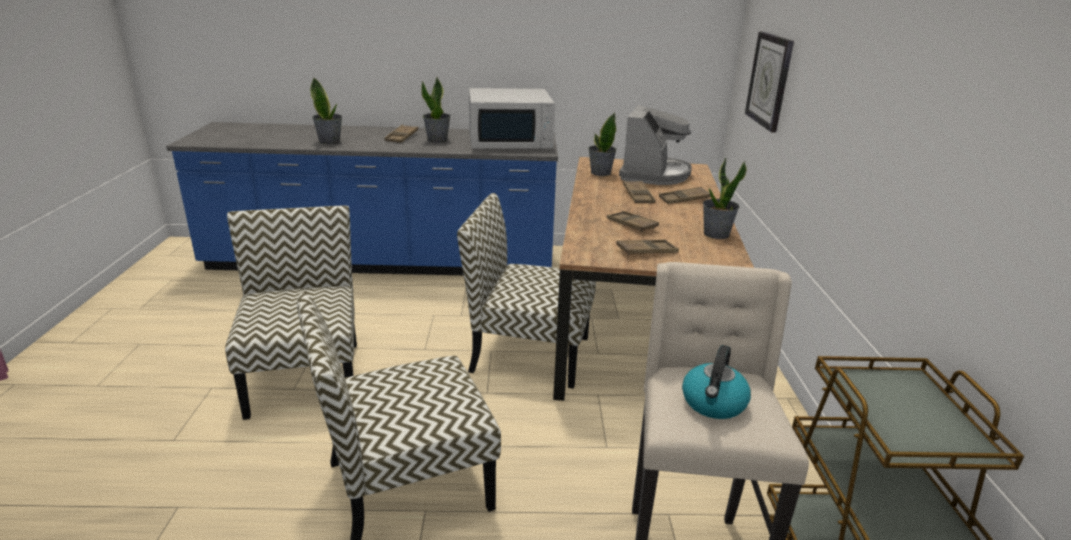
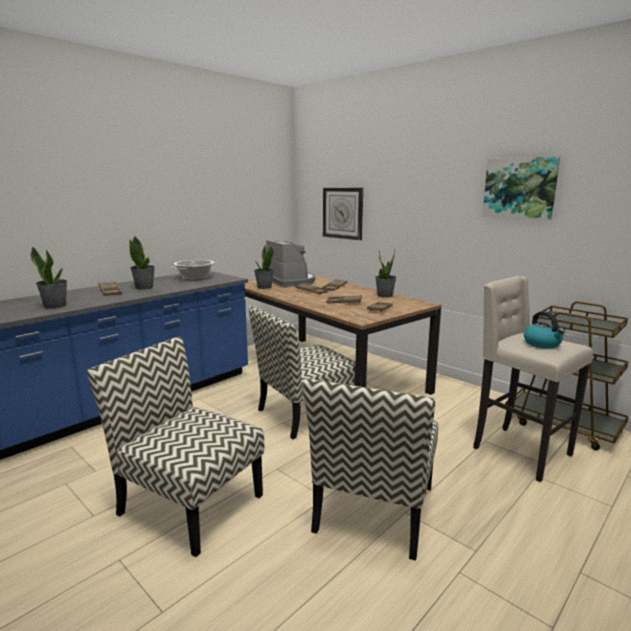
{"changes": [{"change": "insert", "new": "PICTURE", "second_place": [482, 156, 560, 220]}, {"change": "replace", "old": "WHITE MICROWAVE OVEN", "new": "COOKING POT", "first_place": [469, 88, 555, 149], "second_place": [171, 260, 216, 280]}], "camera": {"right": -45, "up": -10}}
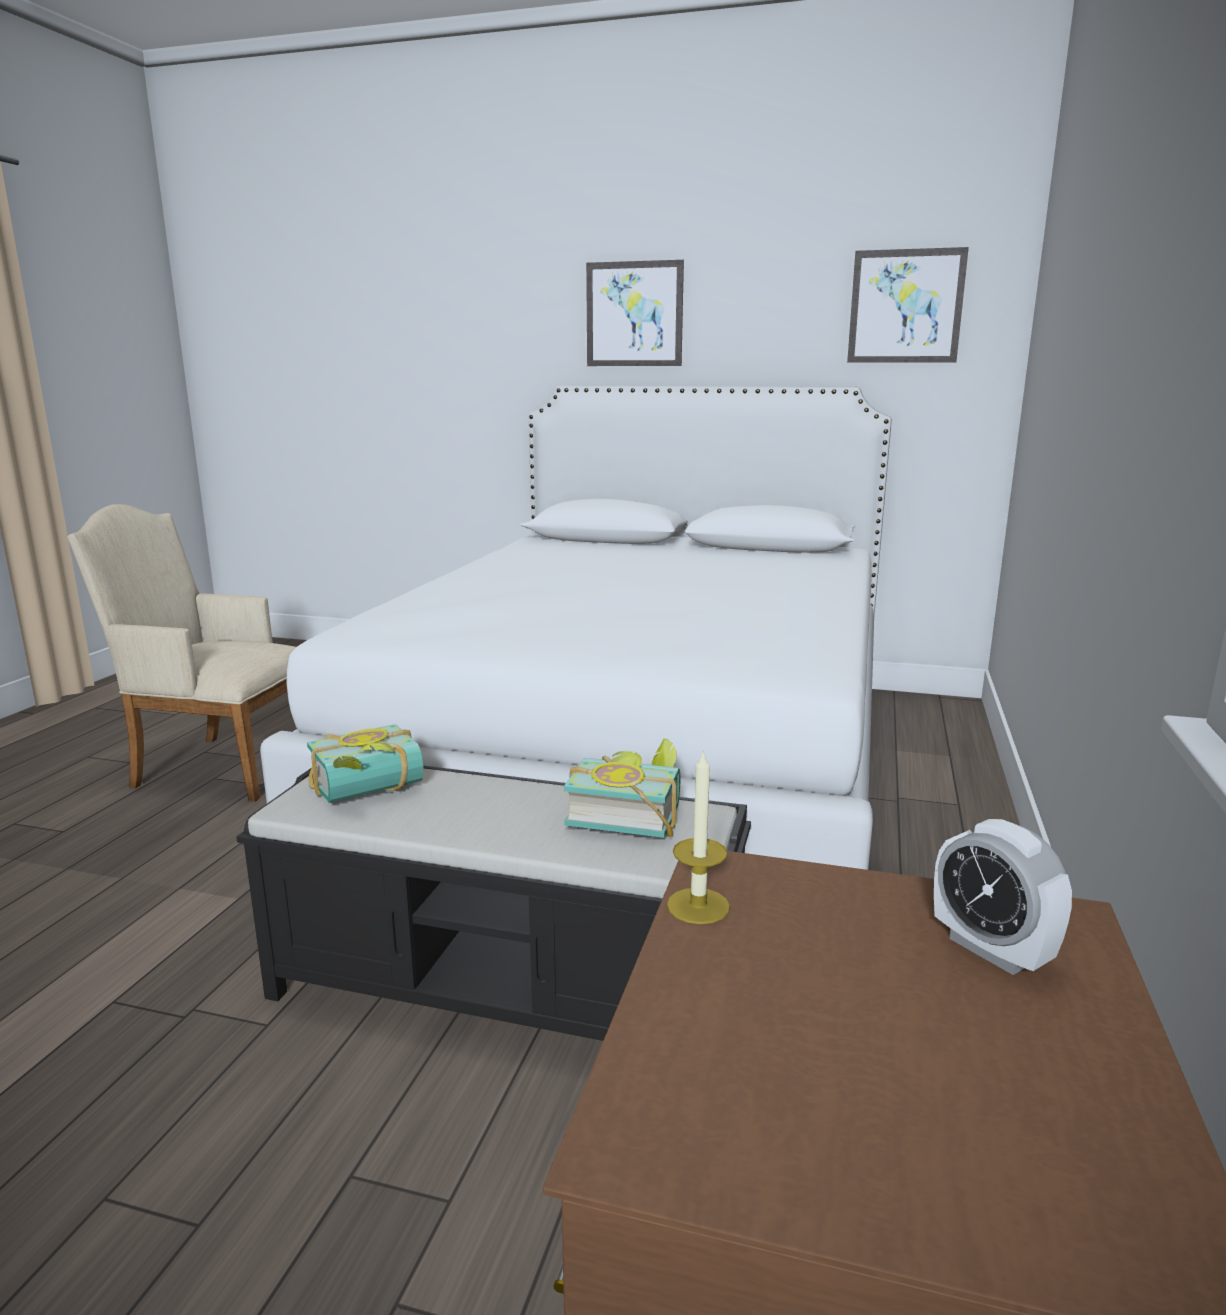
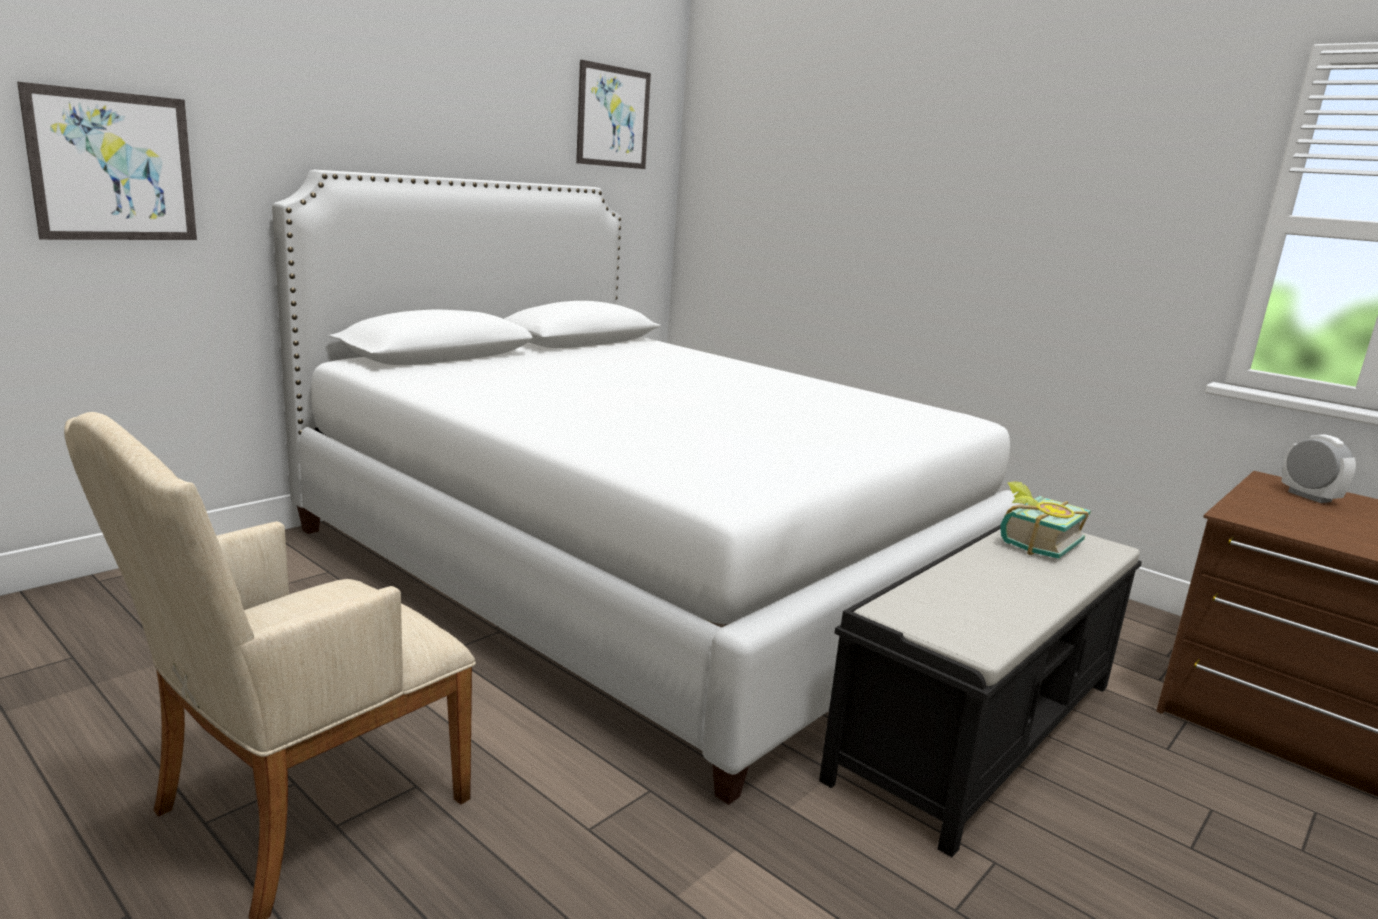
{"changes": [{"change": "delete", "old": "BOUND BOOK", "first_place": [307, 724, 423, 803]}, {"change": "delete", "old": "WAX CANDLE", "first_place": [667, 750, 730, 924]}, {"change": "move", "old": "PICTURE", "first_place": [586, 260, 684, 366], "second_place": [17, 82, 197, 240]}, {"change": "rotate", "old": "ALARM CLOCK", "first_place": [934, 819, 1072, 975], "second_place": [1281, 434, 1356, 503], "degrees": -105}], "camera": {"right": -65, "up": 0}}
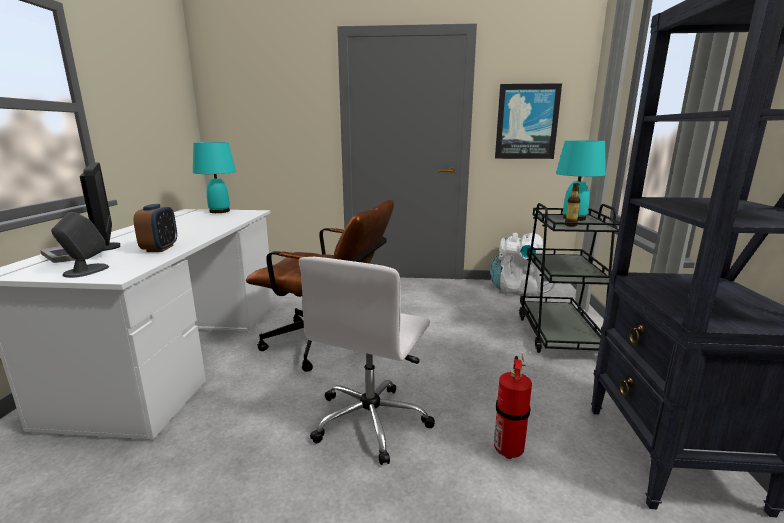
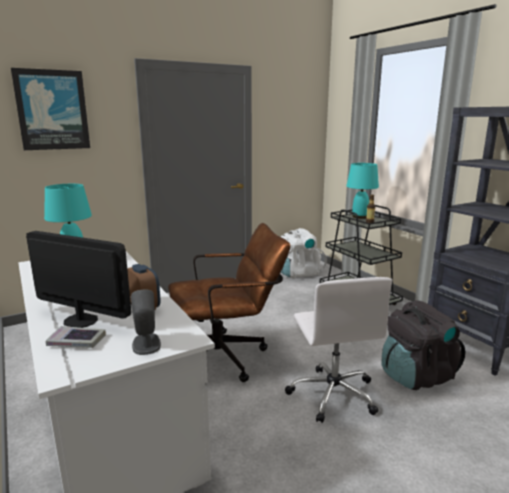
{"changes": [{"change": "move", "old": "PICTURE", "first_place": [495, 83, 562, 159], "second_place": [11, 68, 90, 150]}, {"change": "replace", "old": "EXTINGUISHER", "new": "BLACKISH RUCKSACK", "first_place": [494, 354, 532, 459], "second_place": [382, 300, 465, 390]}], "camera": {"right": -35, "up": 0}}
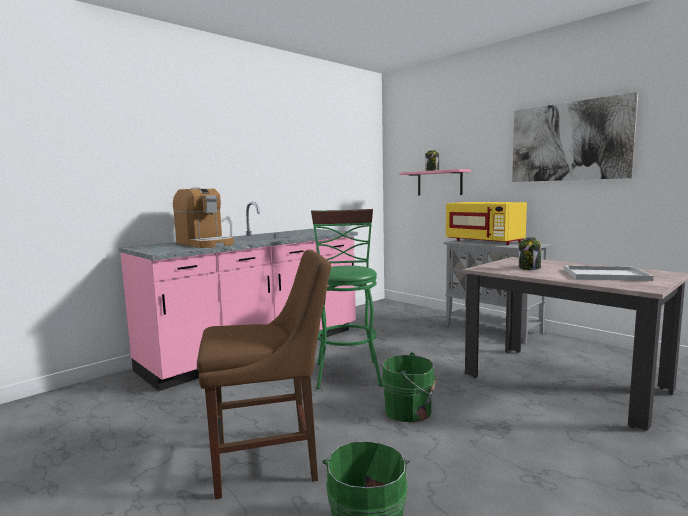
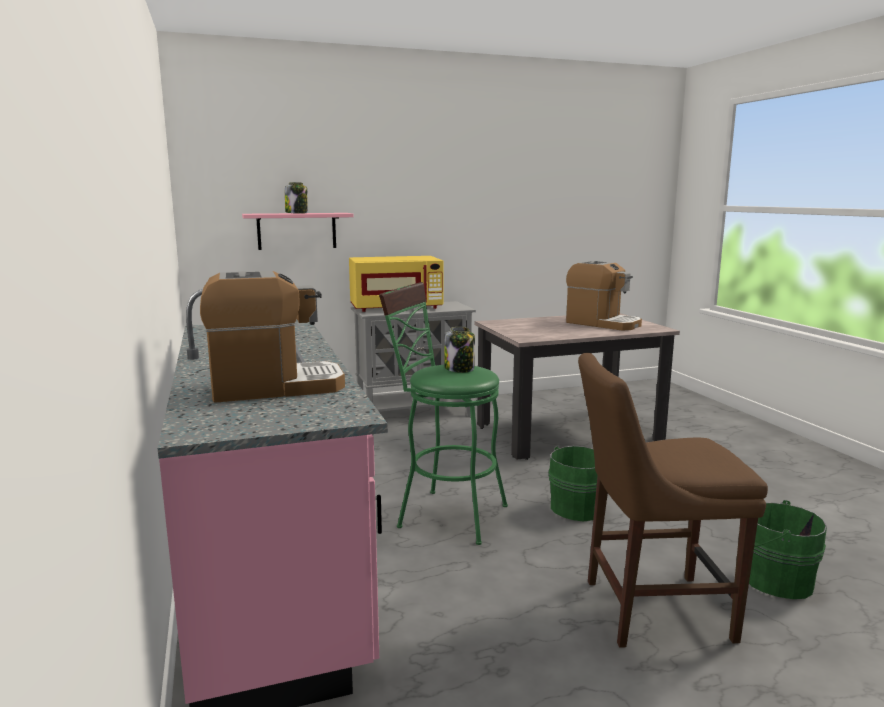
{"changes": [{"change": "delete", "old": "PICTURE", "first_place": [512, 92, 638, 182]}, {"change": "move", "old": "PRESERVE JAR", "first_place": [519, 237, 541, 270], "second_place": [444, 327, 475, 373]}, {"change": "replace", "old": "WHITE TRAY", "new": "COFFEE BREWER", "first_place": [564, 266, 653, 281], "second_place": [566, 261, 642, 331]}, {"change": "rotate", "old": "BROWN-COLOURED PLAIN CHAIR", "first_place": [197, 250, 331, 499], "second_place": [578, 353, 768, 648], "degrees": -105}], "camera": {"right": -65, "up": 5}}
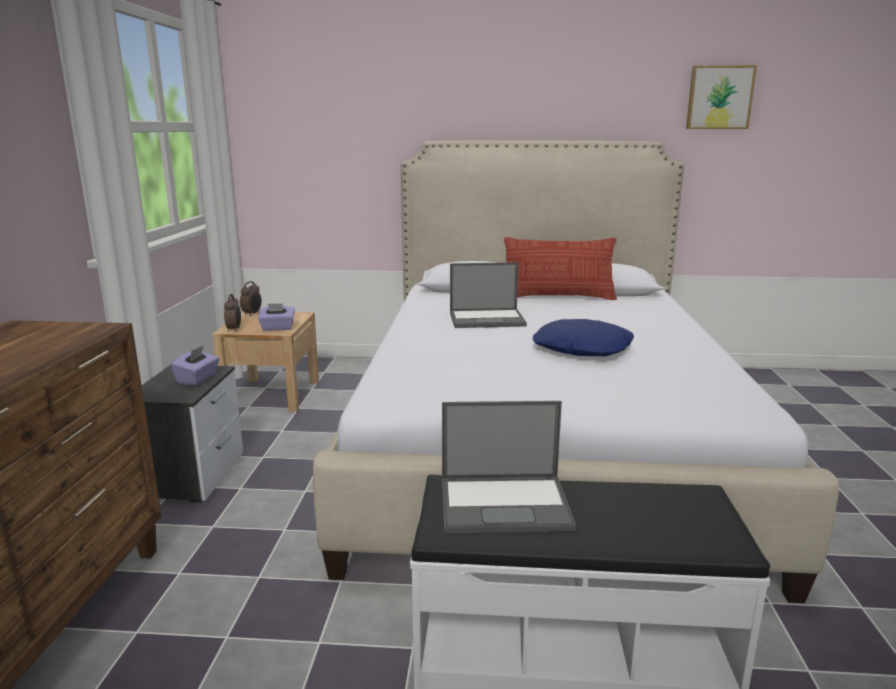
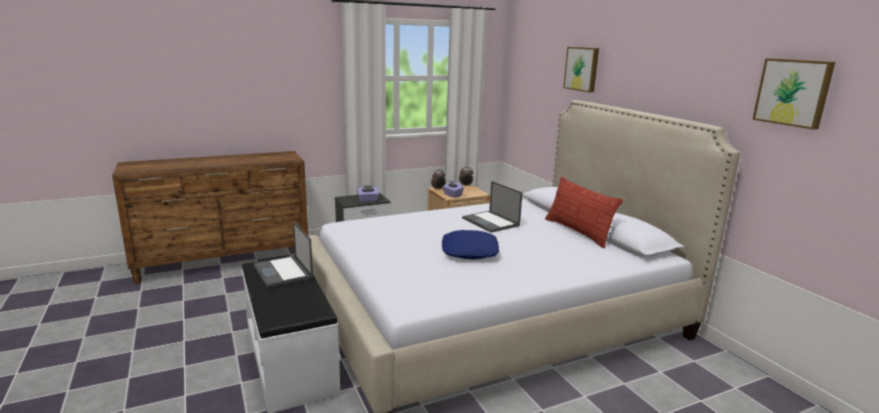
{"changes": [{"change": "insert", "new": "PICTURE", "second_place": [563, 47, 599, 92]}], "camera": {"right": 60, "up": 0}}
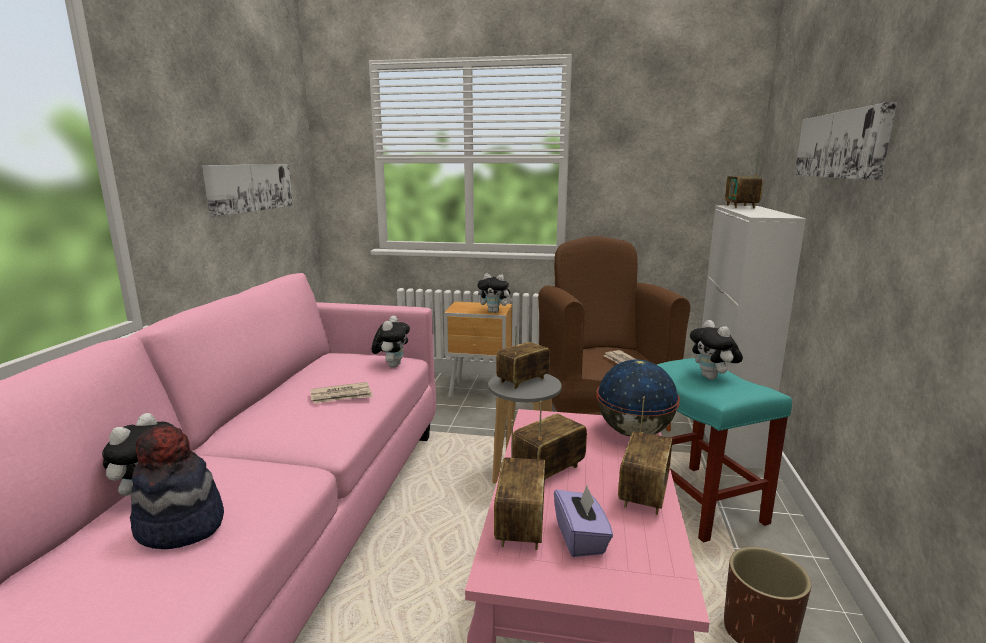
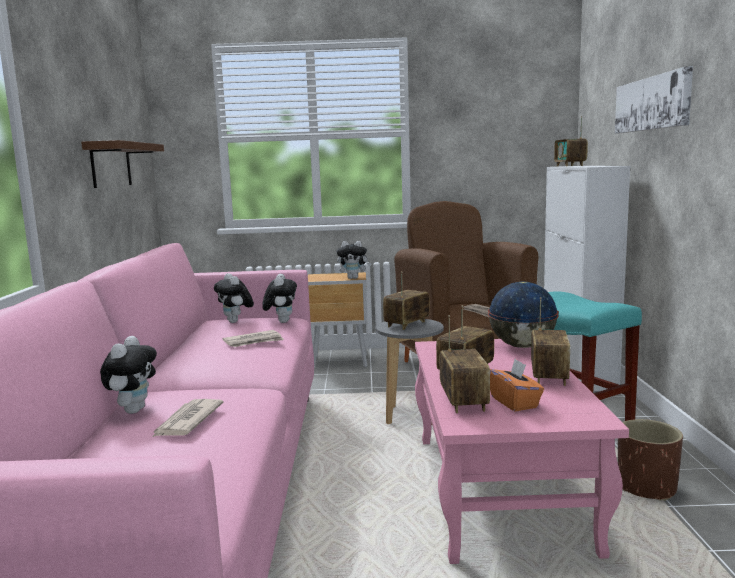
{"changes": [{"change": "move", "old": "CUDDLY TOY", "first_place": [690, 320, 743, 380], "second_place": [214, 273, 254, 323]}, {"change": "replace", "old": "CLOTHING HAT", "new": "DAILY PAPER", "first_place": [130, 424, 224, 549], "second_place": [151, 399, 223, 438]}, {"change": "replace", "old": "PICTURE", "new": "BROWN-COLOURED SHELF", "first_place": [202, 165, 293, 217], "second_place": [81, 140, 164, 188]}, {"change": "recolor", "old": "PURPLE TISSUE HOLDER", "new": "ORANGEY TISSUE HOLDER", "first_place": [554, 485, 613, 557], "second_place": [490, 359, 544, 411]}], "camera": {"right": -10, "up": -5}}
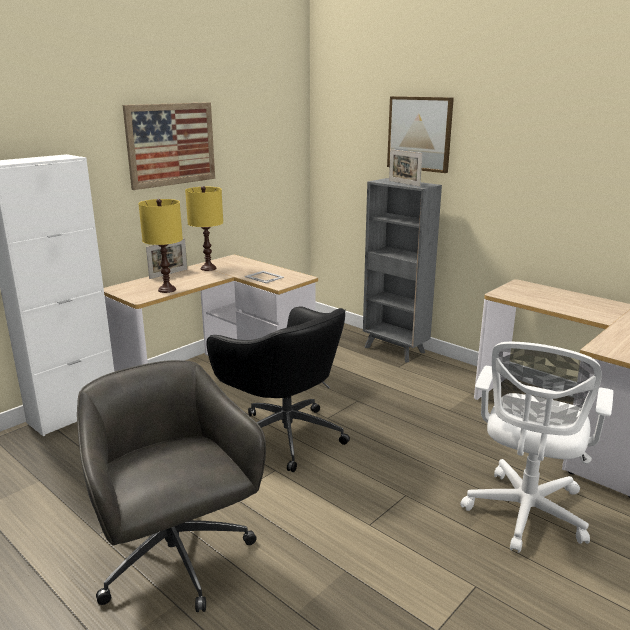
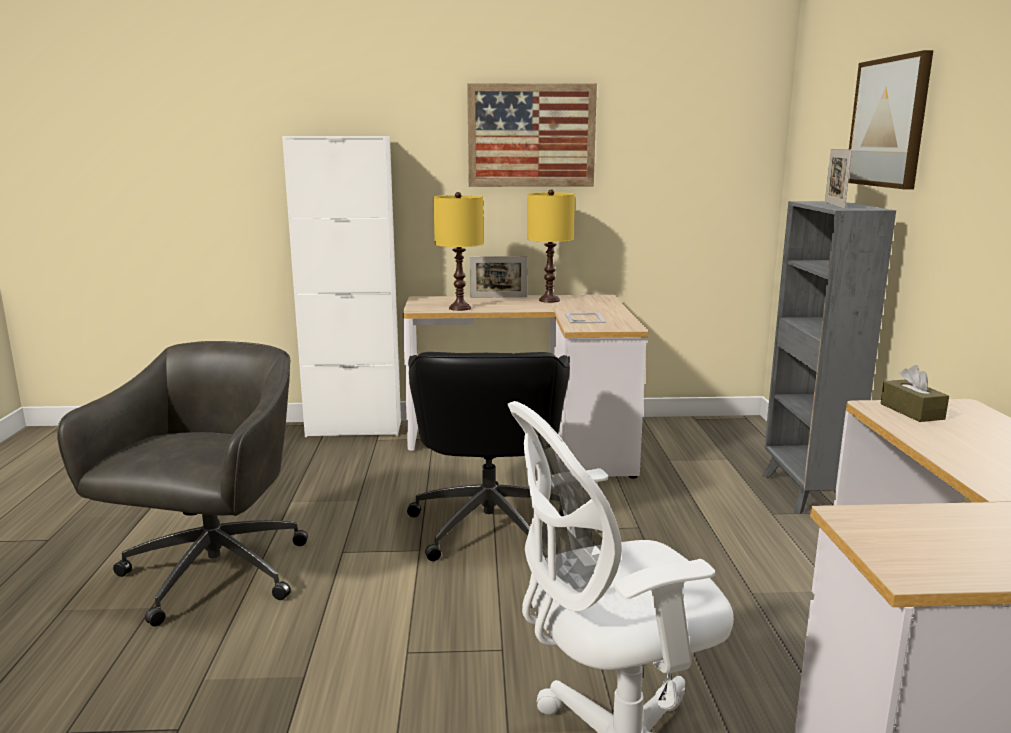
{"changes": [{"change": "insert", "new": "BROWN-COLOURED TISSUE HOLDER", "second_place": [881, 365, 949, 422]}], "camera": {"right": 45, "up": -5}}
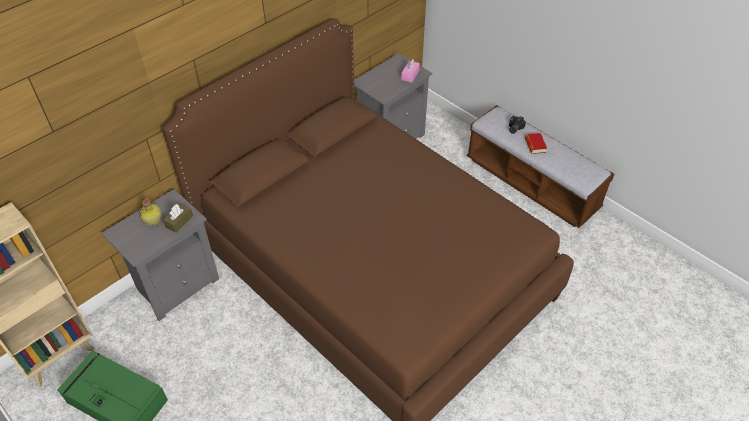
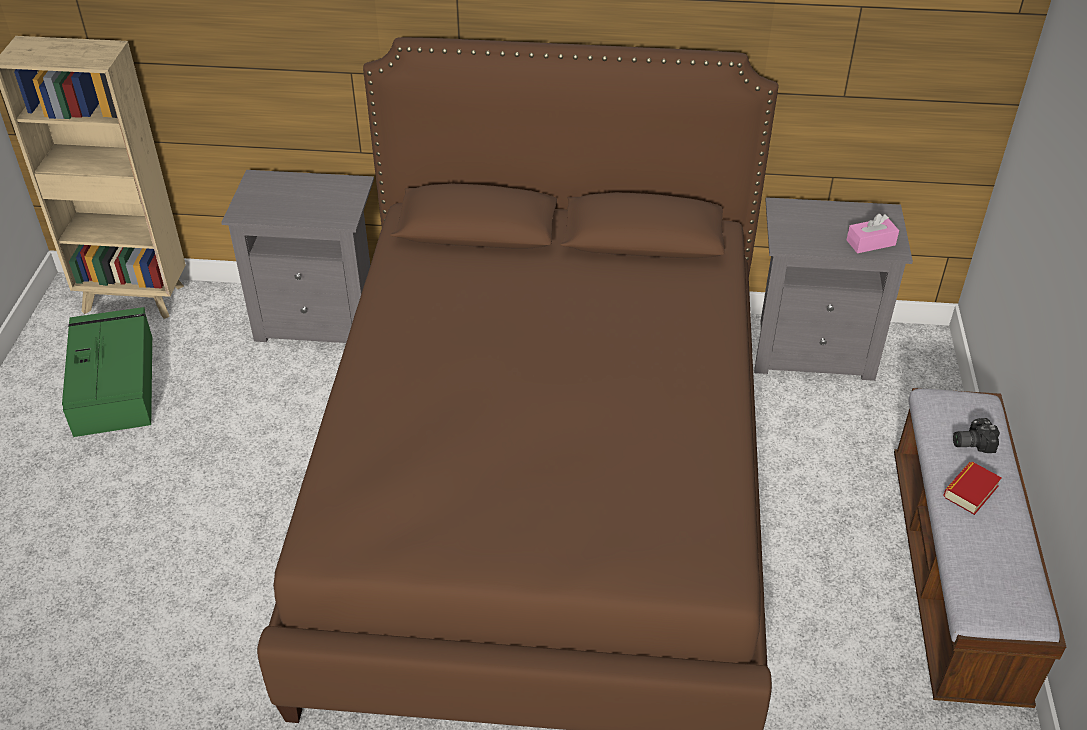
{"changes": [{"change": "delete", "old": "BOTTLE", "first_place": [139, 199, 162, 225]}, {"change": "delete", "old": "BROWN-COLOURED TISSUE HOLDER", "first_place": [163, 203, 193, 233]}], "camera": {"right": 50, "up": -5}}
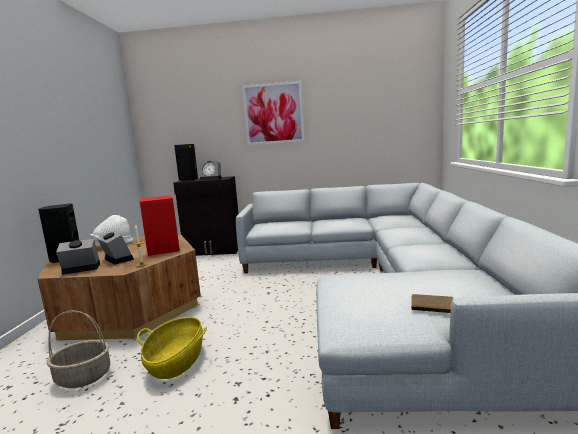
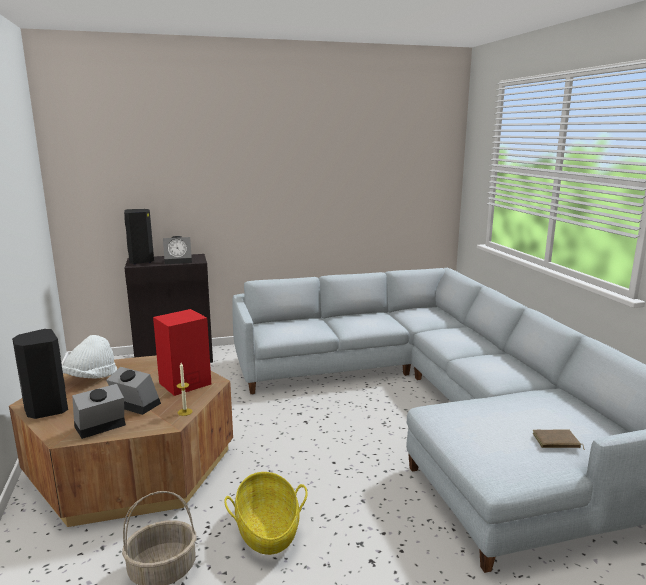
{"changes": [{"change": "delete", "old": "PICTURE", "first_place": [242, 81, 305, 146]}], "camera": {"right": -20, "up": 5}}
